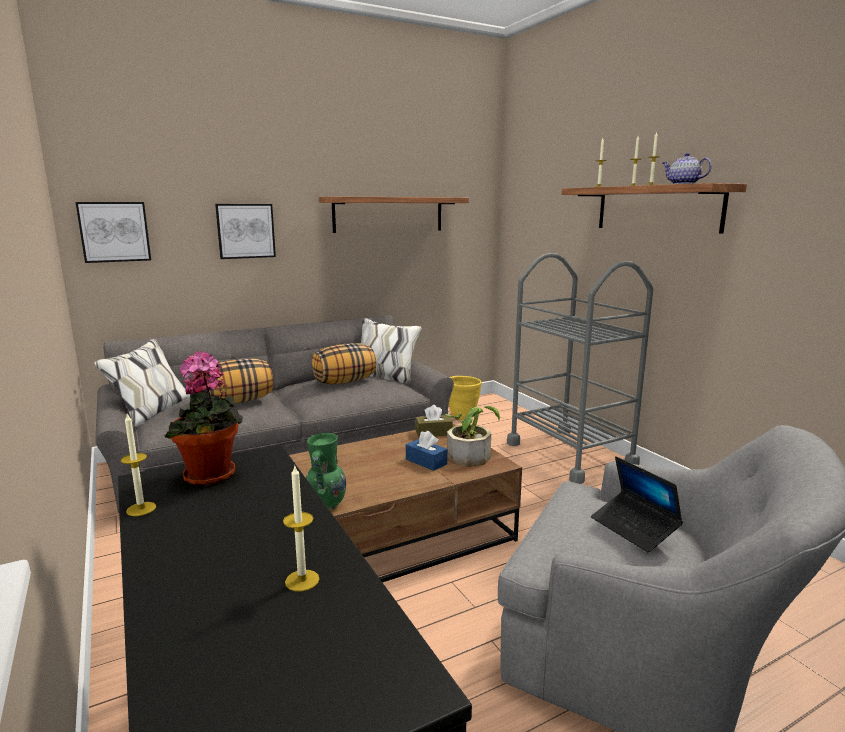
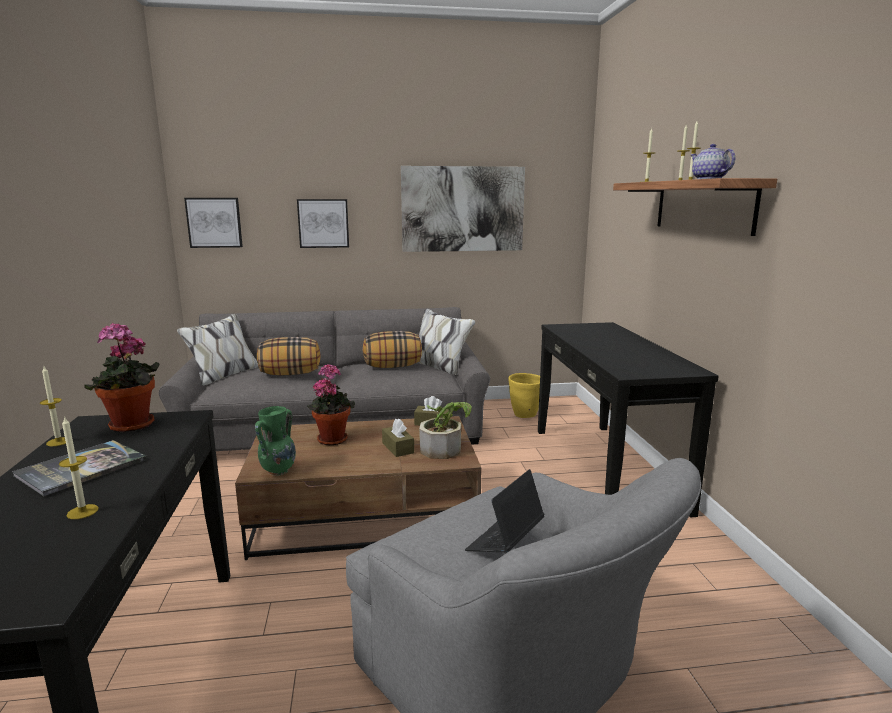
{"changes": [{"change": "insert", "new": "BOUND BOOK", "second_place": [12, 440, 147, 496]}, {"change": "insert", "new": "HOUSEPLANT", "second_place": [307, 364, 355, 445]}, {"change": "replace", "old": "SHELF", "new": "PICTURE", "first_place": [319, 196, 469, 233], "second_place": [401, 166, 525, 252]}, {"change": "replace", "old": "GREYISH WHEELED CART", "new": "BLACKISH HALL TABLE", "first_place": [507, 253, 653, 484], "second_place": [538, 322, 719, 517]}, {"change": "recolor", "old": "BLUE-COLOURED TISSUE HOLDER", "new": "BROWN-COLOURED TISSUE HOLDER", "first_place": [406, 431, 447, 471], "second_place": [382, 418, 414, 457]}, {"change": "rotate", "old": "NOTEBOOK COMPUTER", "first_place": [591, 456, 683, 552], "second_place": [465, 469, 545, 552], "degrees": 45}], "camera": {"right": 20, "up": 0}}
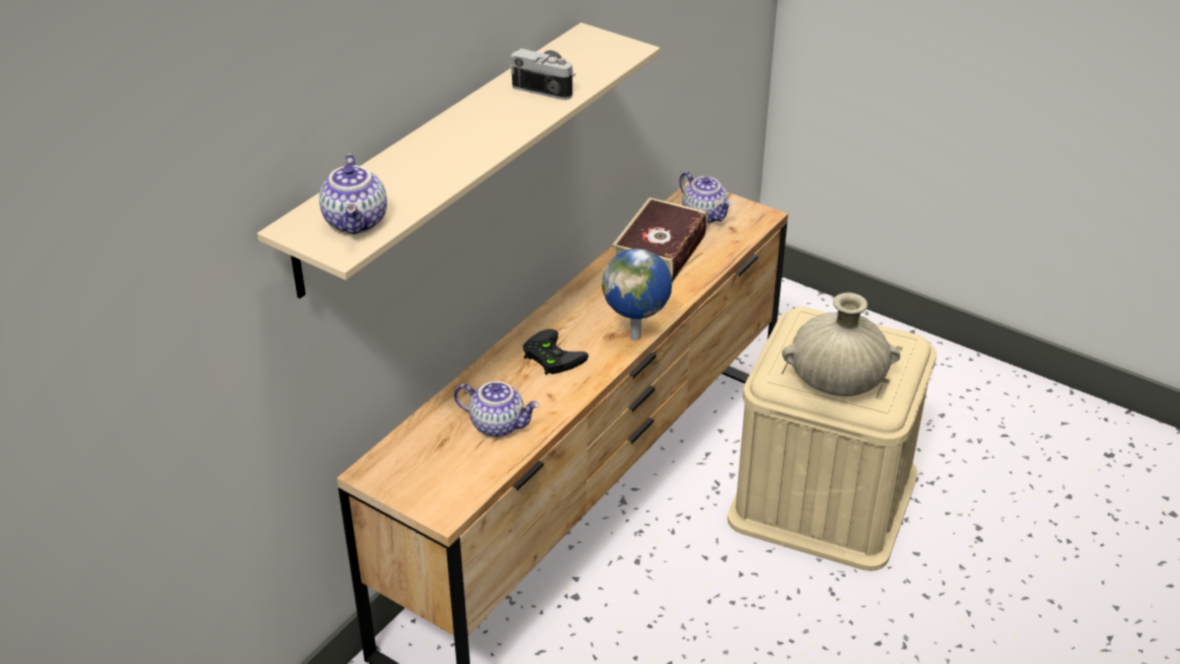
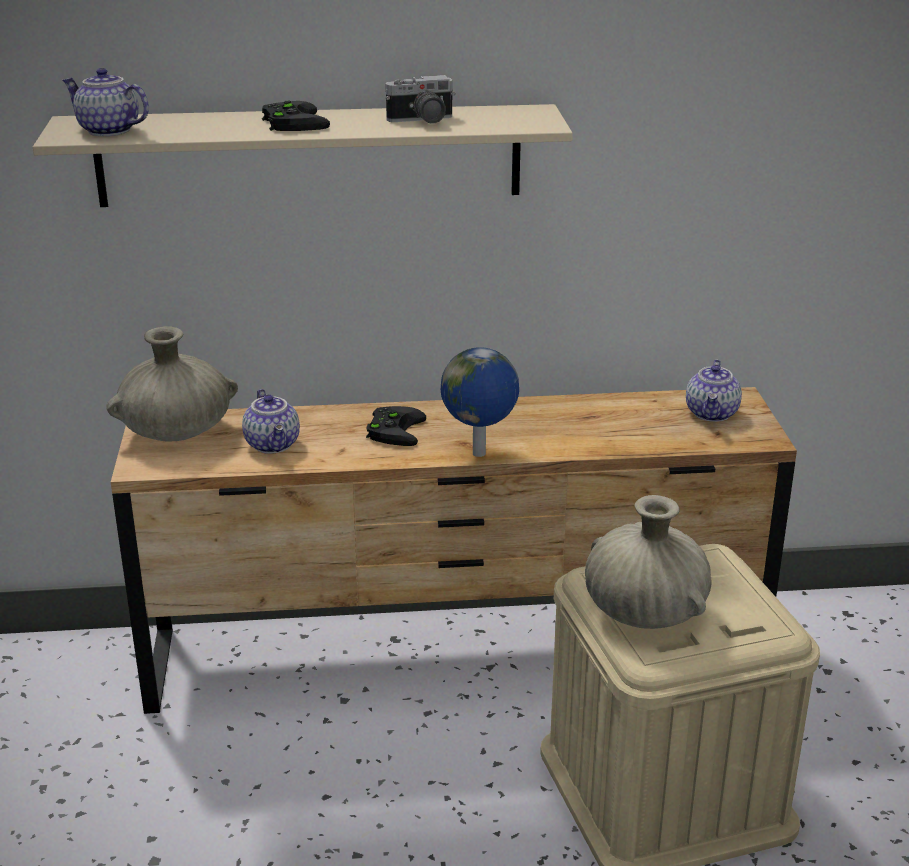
{"changes": [{"change": "delete", "old": "BOUND BOOK", "first_place": [612, 197, 707, 282]}, {"change": "insert", "new": "SAND-COLOURED DECORATIVE VASE", "second_place": [106, 326, 238, 441]}, {"change": "insert", "new": "BLACKISH GAME CONTROLLER", "second_place": [262, 101, 330, 131]}, {"change": "rotate", "old": "TEA POT", "first_place": [319, 154, 387, 234], "second_place": [62, 68, 149, 136], "degrees": 75}, {"change": "rotate", "old": "PHOTO CAMERA", "first_place": [510, 49, 576, 100], "second_place": [386, 75, 455, 124], "degrees": 90}], "camera": {"right": 50, "up": -10}}
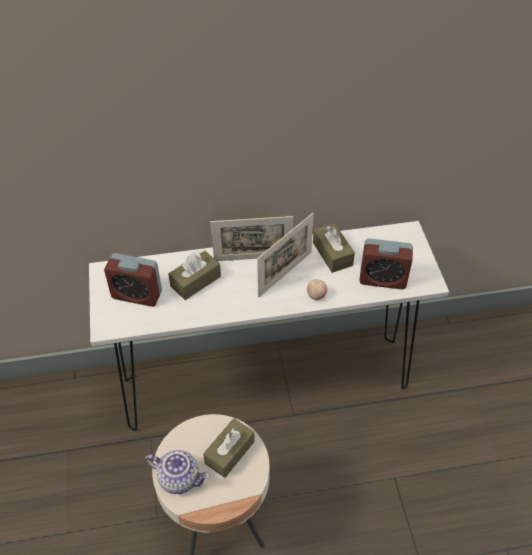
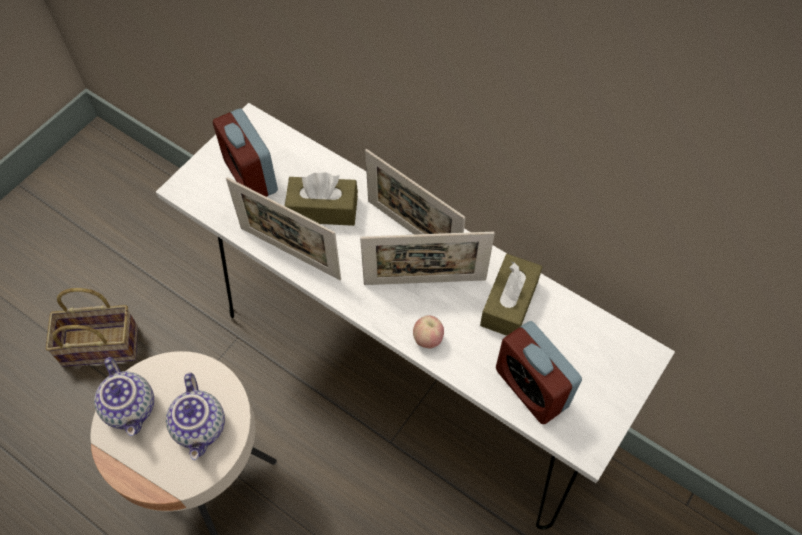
{"changes": [{"change": "insert", "new": "HOUSEHOLD BASKET", "second_place": [45, 288, 138, 367]}, {"change": "insert", "new": "STANDING FRAME", "second_place": [226, 177, 341, 280]}, {"change": "replace", "old": "BROWN-COLOURED TISSUE HOLDER", "new": "TEA POT", "first_place": [203, 418, 255, 478], "second_place": [166, 373, 225, 460]}], "camera": {"right": 45, "up": 10}}
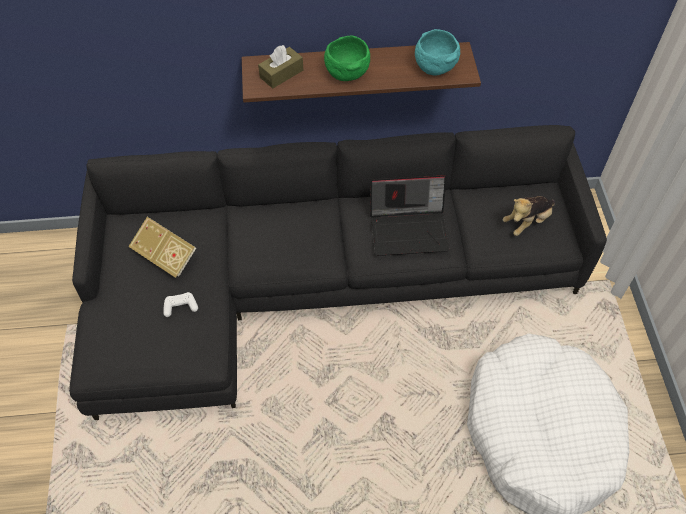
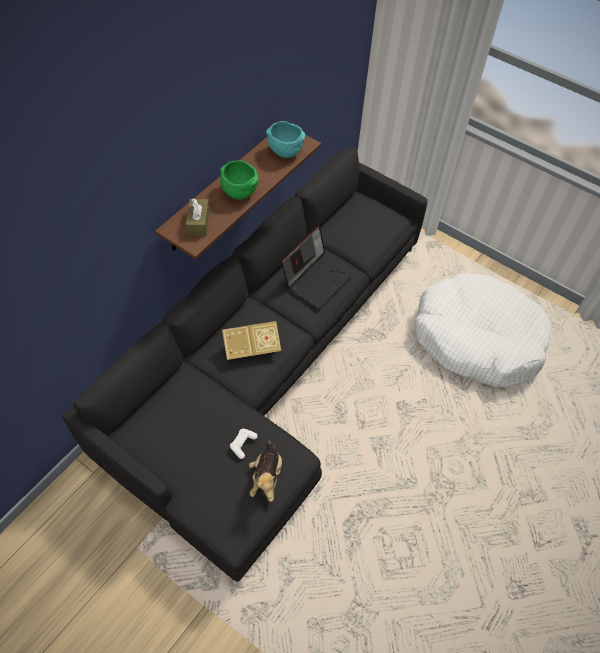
{"changes": [{"change": "move", "old": "BOUND BOOK", "first_place": [128, 217, 196, 278], "second_place": [222, 321, 281, 360]}, {"change": "move", "old": "CUDDLY TOY", "first_place": [503, 196, 555, 236], "second_place": [249, 441, 282, 502]}], "camera": {"right": -50, "up": 0}}
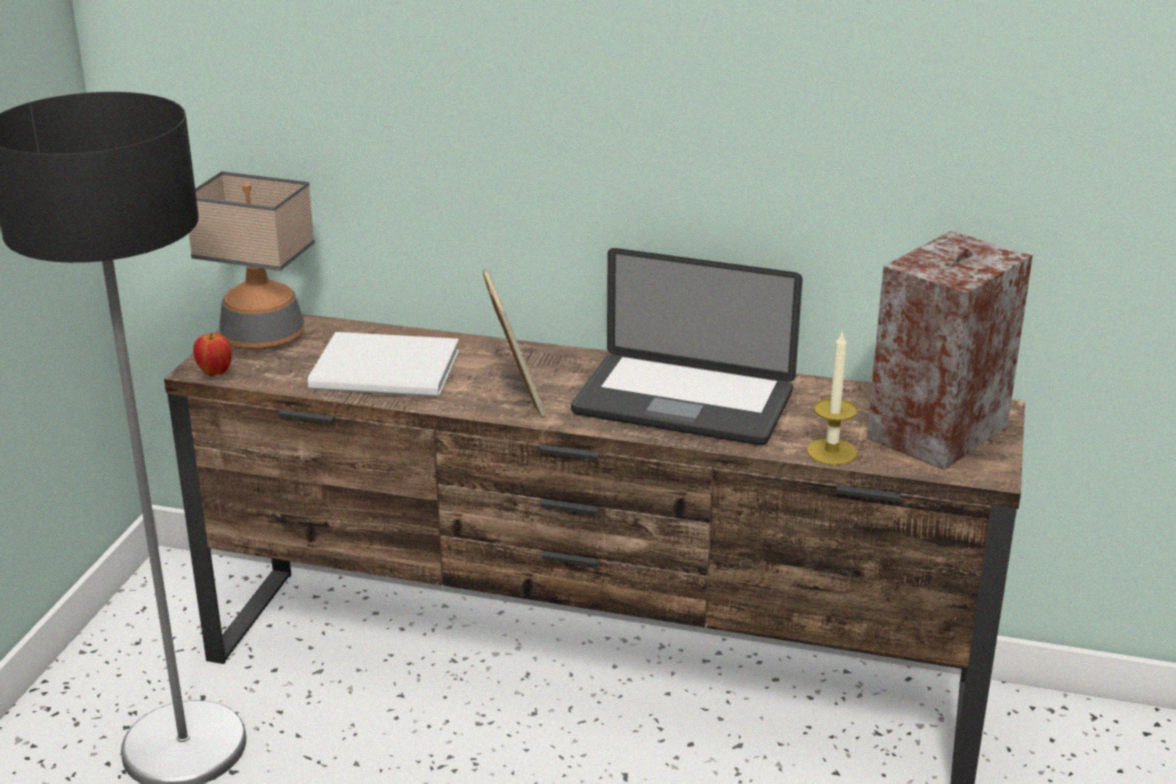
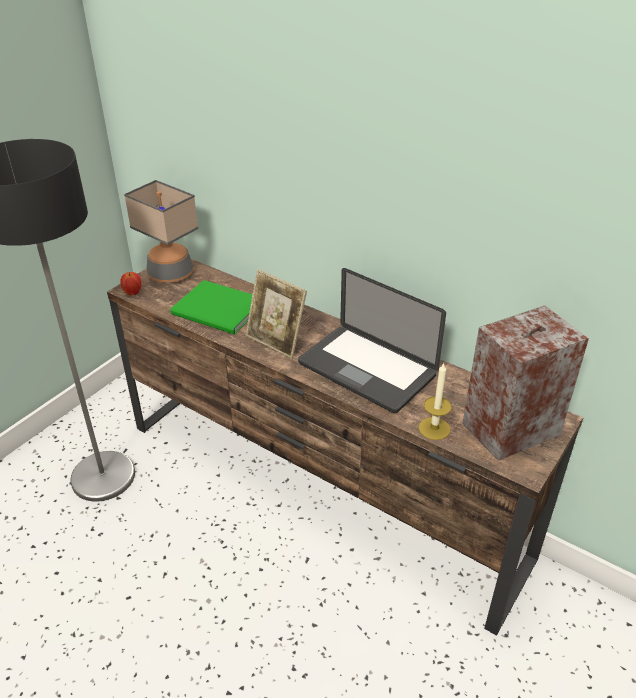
{"changes": [{"change": "recolor", "old": "WHITE BOUND BOOK", "new": "GREENISH BOUND BOOK", "first_place": [308, 332, 459, 397], "second_place": [170, 280, 252, 335]}, {"change": "rotate", "old": "STANDING FRAME", "first_place": [483, 269, 546, 417], "second_place": [246, 269, 307, 359], "degrees": 120}], "camera": {"right": 20, "up": 10}}
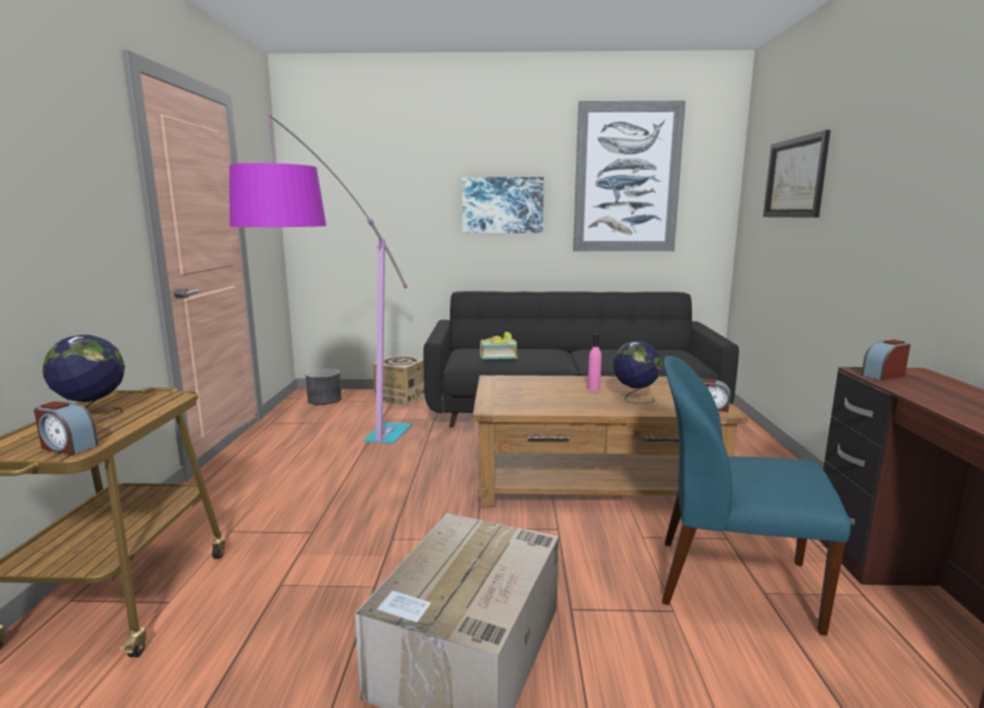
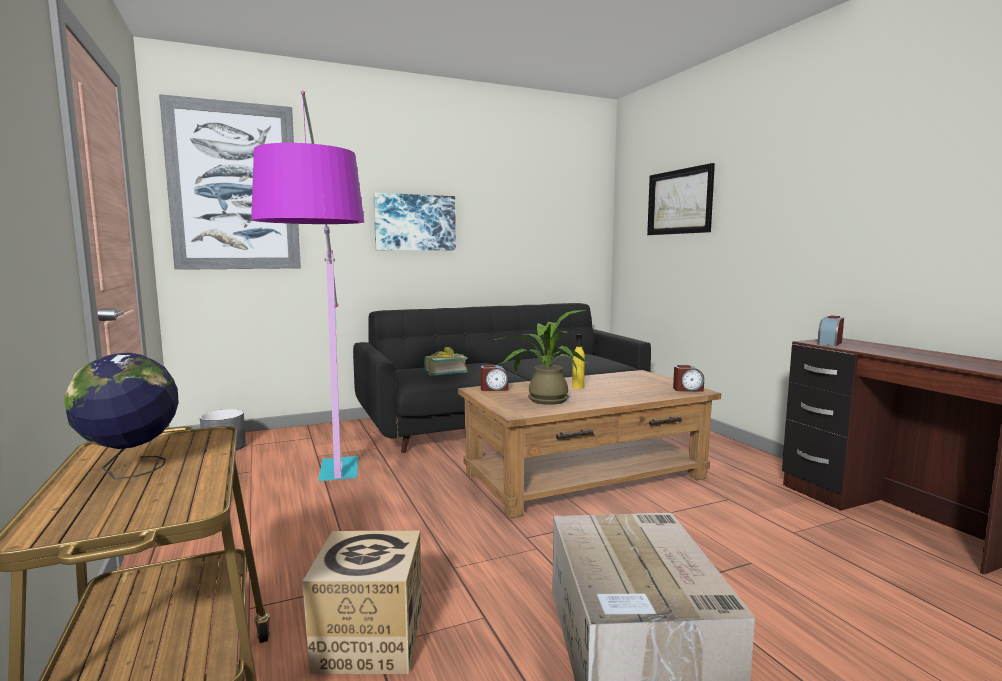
{"changes": [{"change": "delete", "old": "GLOBE", "first_place": [613, 341, 662, 404]}, {"change": "delete", "old": "BLUE-COLOURED PLAIN CHAIR", "first_place": [662, 356, 851, 636]}, {"change": "insert", "new": "HOUSEPLANT", "second_place": [495, 310, 587, 405]}, {"change": "move", "old": "ALARM CLOCK", "first_place": [34, 401, 98, 455], "second_place": [481, 365, 508, 391]}, {"change": "move", "old": "CARDBOARD BOX", "first_place": [372, 355, 425, 406], "second_place": [302, 531, 422, 674]}, {"change": "move", "old": "PICTURE", "first_place": [573, 101, 686, 251], "second_place": [159, 94, 301, 270]}, {"change": "recolor", "old": "PINKISH BOTTLE", "new": "YELLOWISH BOTTLE", "first_place": [588, 333, 602, 391], "second_place": [572, 334, 585, 389]}], "camera": {"right": -25, "up": -5}}
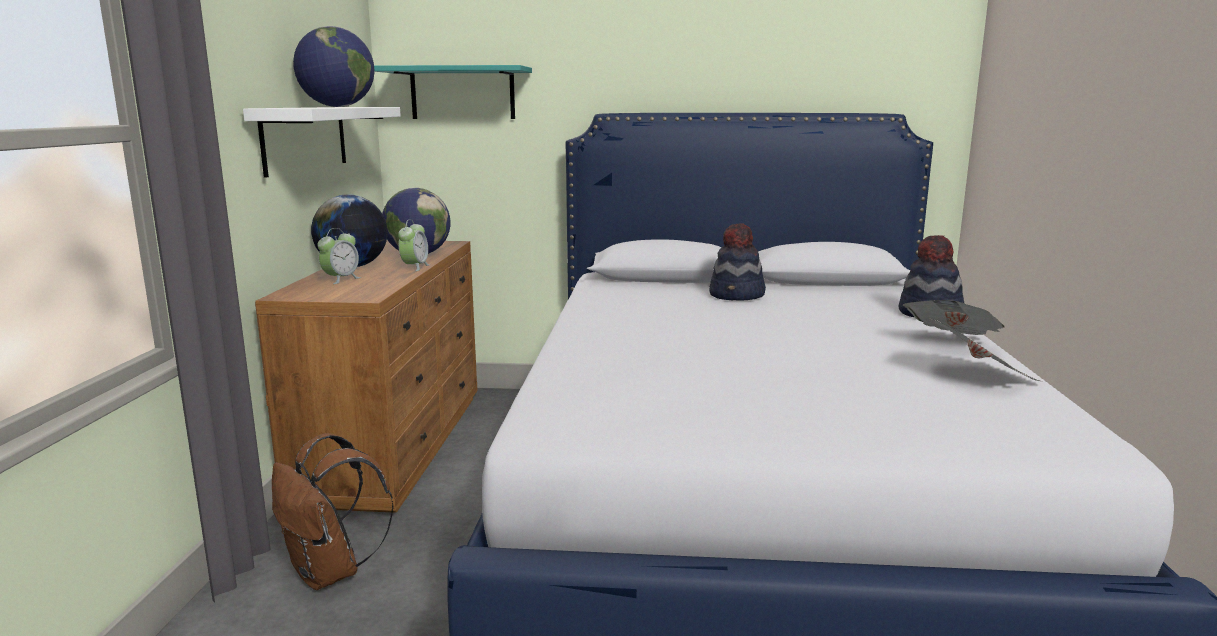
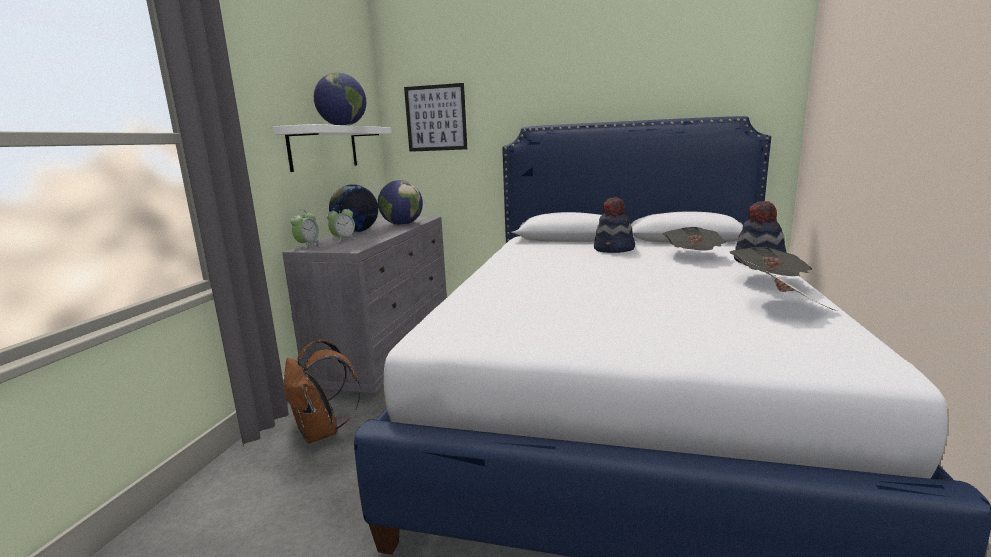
{"changes": [{"change": "insert", "new": "DAILY PAPER", "second_place": [663, 227, 726, 251]}, {"change": "move", "old": "ALARM CLOCK", "first_place": [398, 219, 430, 271], "second_place": [291, 210, 321, 248]}, {"change": "replace", "old": "BLUE-GREEN SHELF", "new": "PICTURE", "first_place": [374, 65, 532, 119], "second_place": [404, 83, 467, 152]}, {"change": "recolor", "old": "BROWN-COLOURED CHEST OF DRAWERS", "new": "GREYISH CHEST OF DRAWERS", "first_place": [255, 240, 478, 513], "second_place": [282, 217, 447, 394]}], "camera": {"right": 10, "up": 0}}
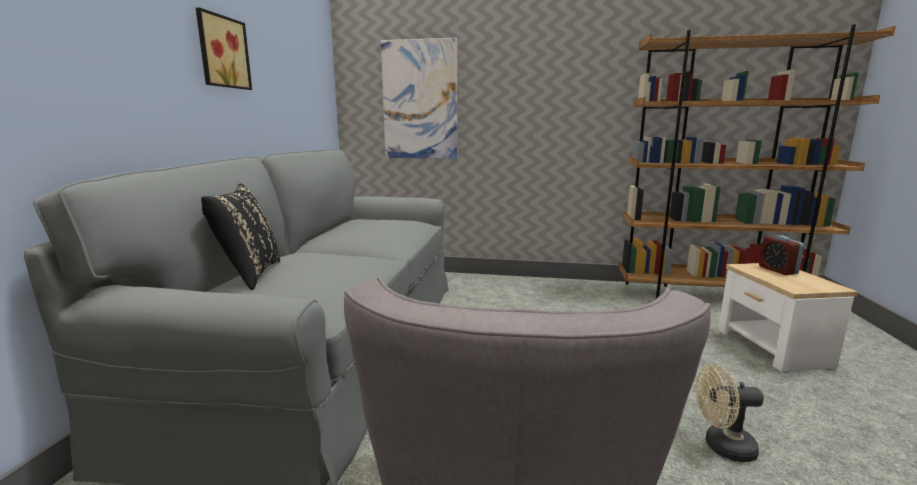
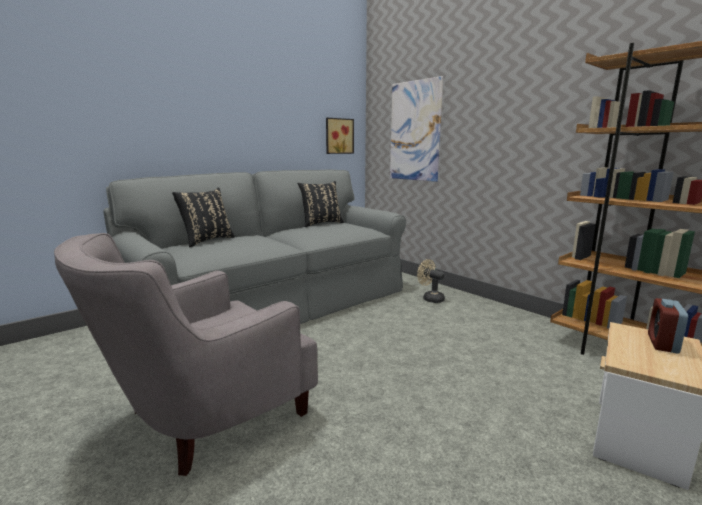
{"changes": [{"change": "insert", "new": "BLACKISH PILLOW", "second_place": [297, 181, 344, 227]}, {"change": "move", "old": "PICTURE", "first_place": [196, 7, 252, 90], "second_place": [326, 118, 354, 154]}, {"change": "move", "old": "SAND-COLOURED ELECTRIC FAN", "first_place": [696, 364, 764, 462], "second_place": [417, 259, 445, 303]}], "camera": {"right": 40, "up": 0}}
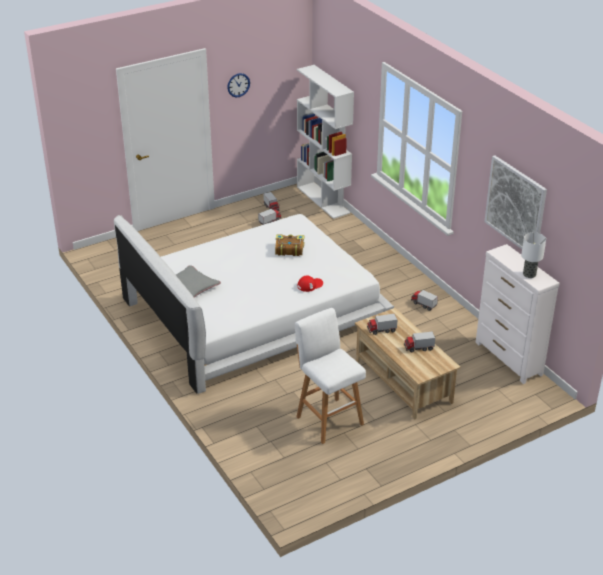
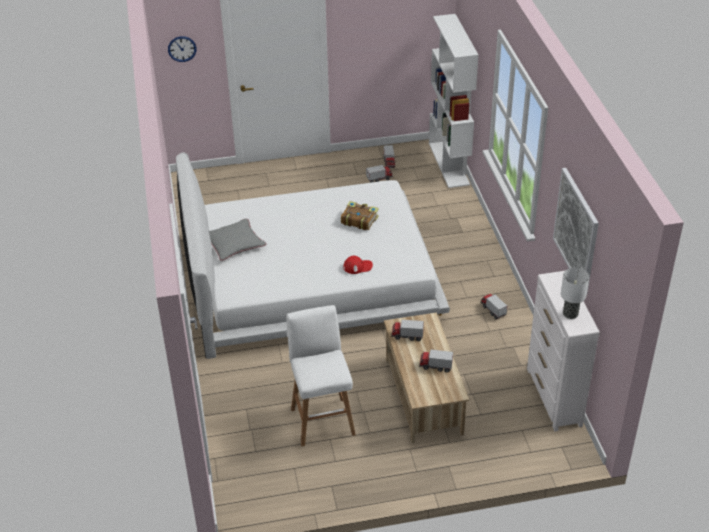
{"changes": [{"change": "move", "old": "CLOCK ON THE WALL", "first_place": [227, 73, 250, 97], "second_place": [168, 36, 197, 62]}], "camera": {"right": 20, "up": 5}}
